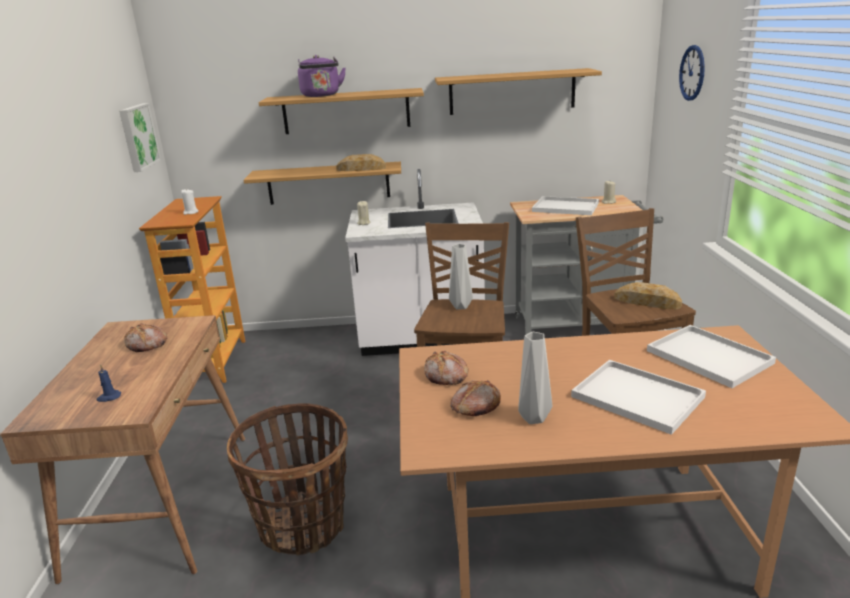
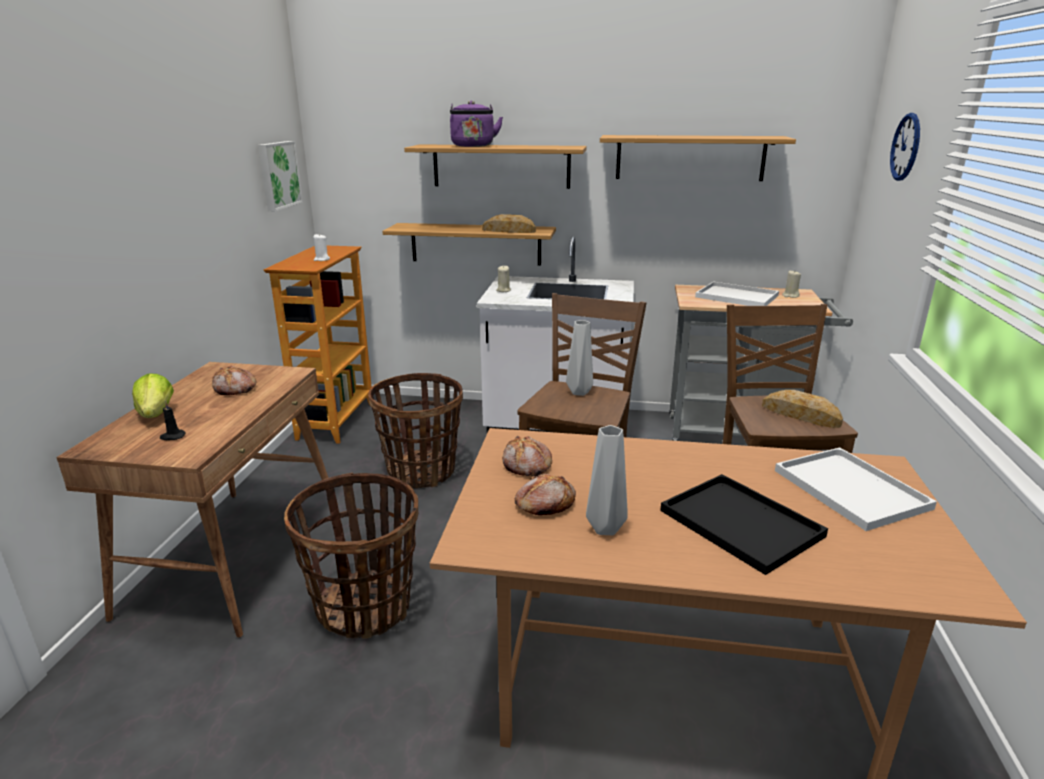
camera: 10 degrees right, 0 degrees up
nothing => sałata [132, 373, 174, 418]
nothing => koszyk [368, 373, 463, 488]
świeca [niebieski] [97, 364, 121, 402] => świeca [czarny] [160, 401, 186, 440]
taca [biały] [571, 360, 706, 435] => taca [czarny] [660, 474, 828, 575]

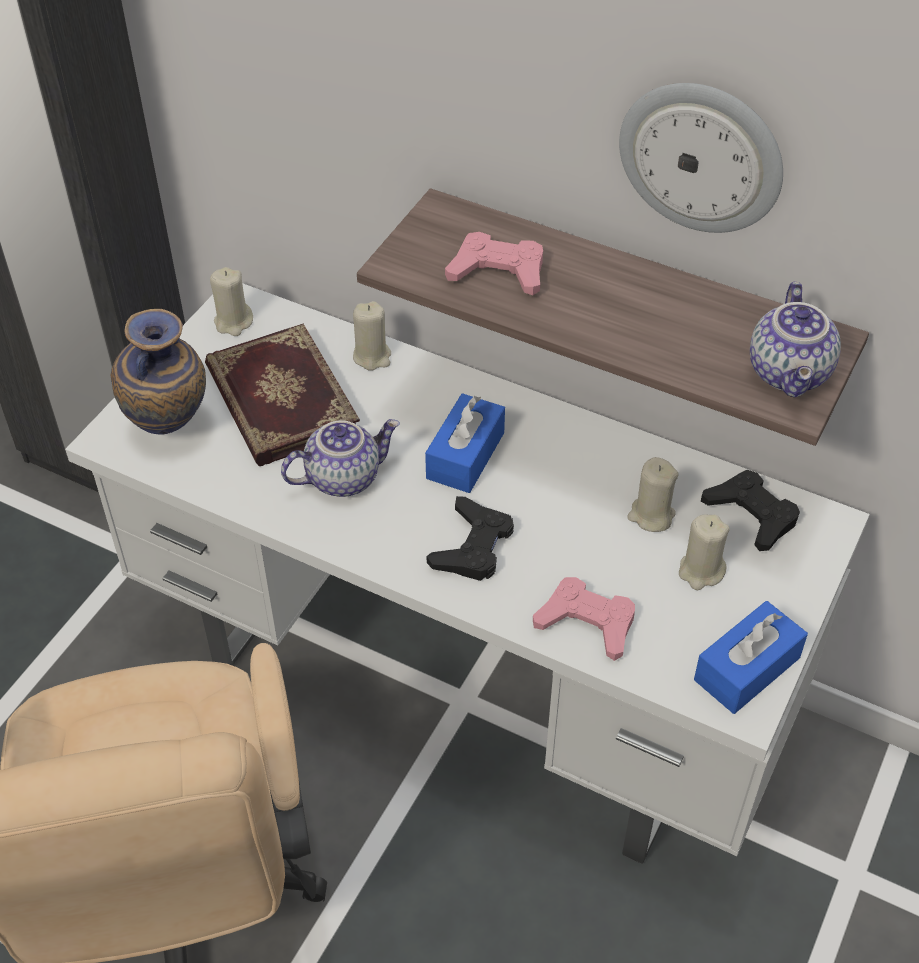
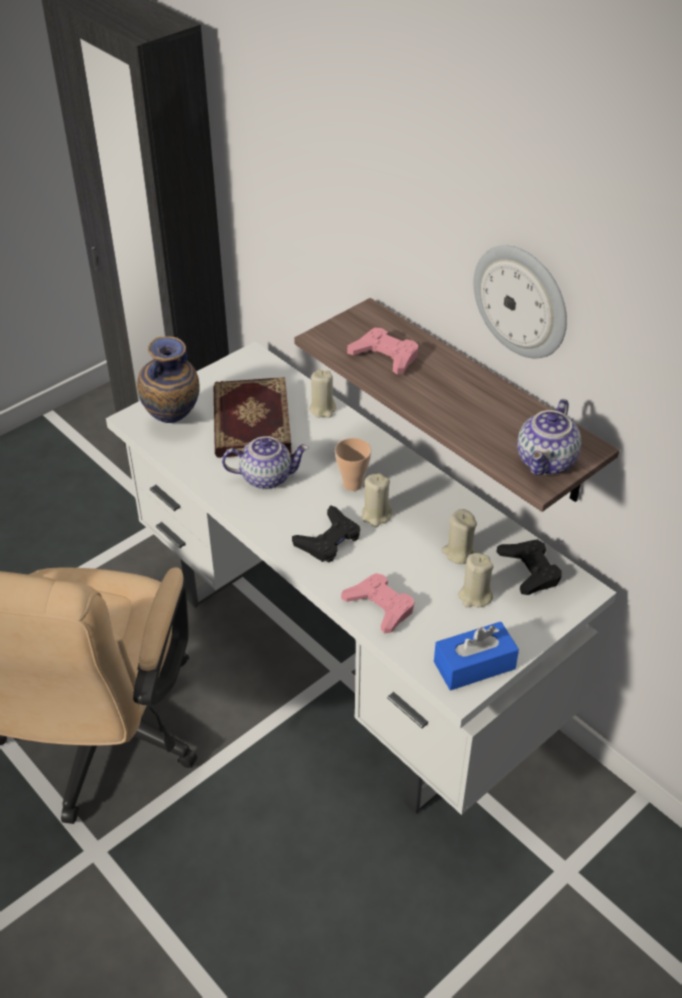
camera: 20 degrees right, 5 degrees down
świeca [beżowy] [210, 267, 253, 336] => świeca [beżowy] [362, 473, 393, 527], shifted
pudełko chusteczek [niebieski] [425, 393, 505, 493] => filiżanka [335, 438, 371, 491]

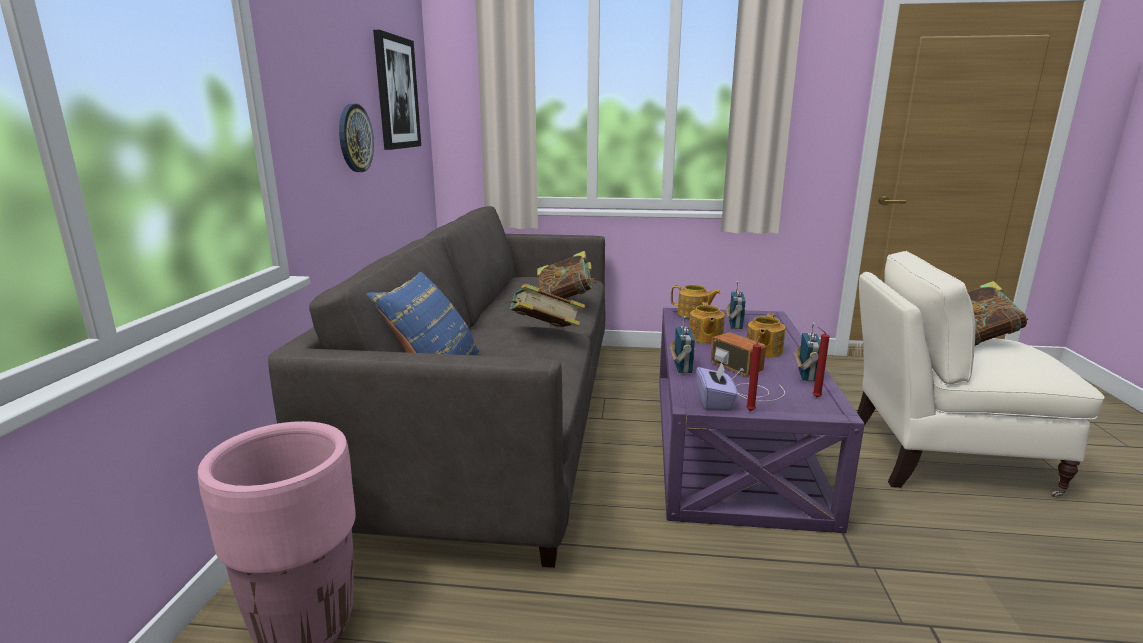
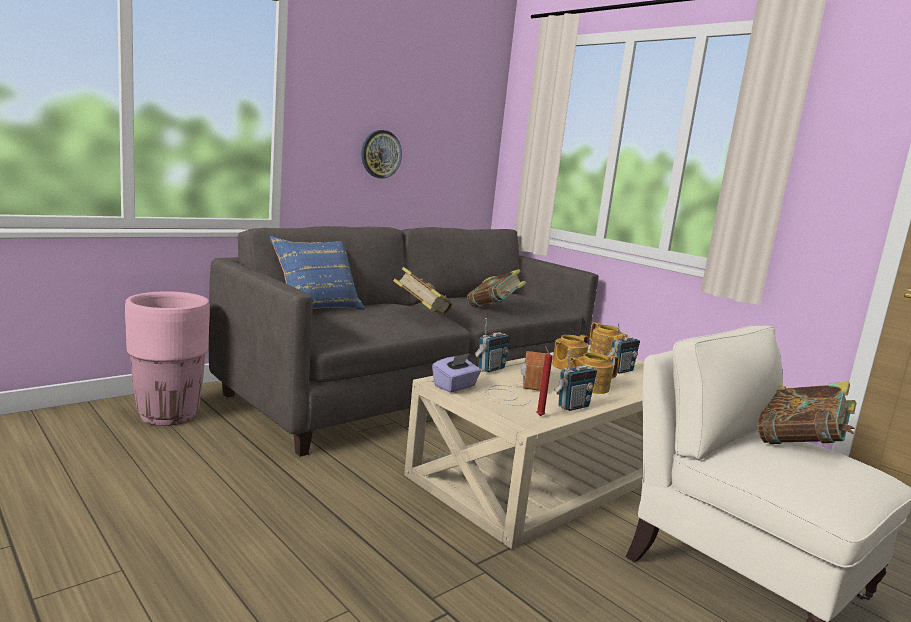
camera: 40 degrees right, 5 degrees down
obraz [373, 30, 421, 150] => nothing
świeca [czerwony] [746, 336, 761, 411] => nothing
ława [fioletowy] [659, 308, 865, 533] => ława [beżowy] [404, 345, 644, 549]

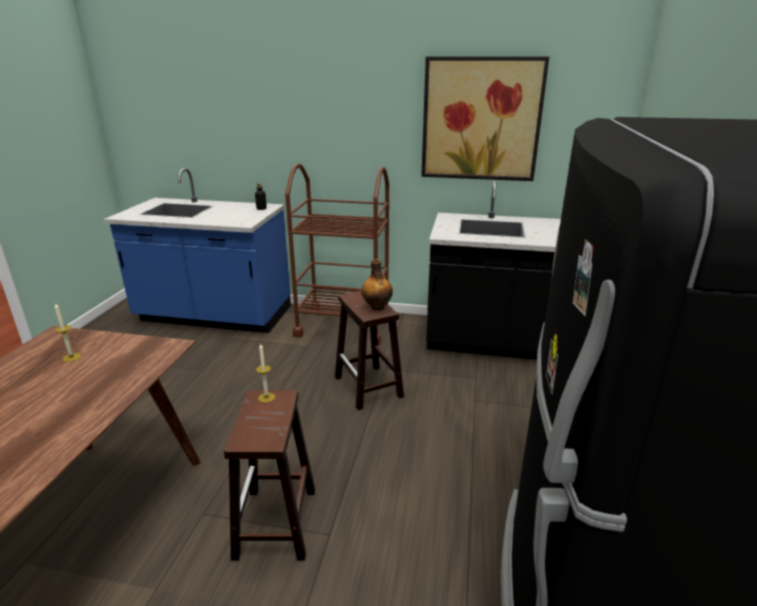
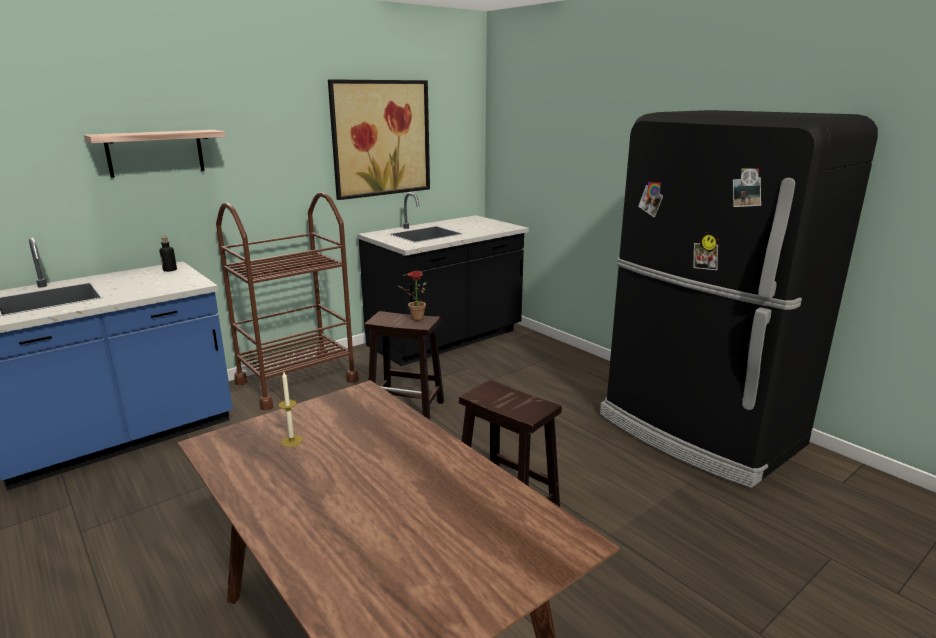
camera: 50 degrees left, 5 degrees down
świeca [256, 343, 275, 403] => nothing
nothing => półka [84, 130, 226, 178]
butelka [361, 259, 393, 310] => roślina doniczkowa [399, 271, 426, 321]

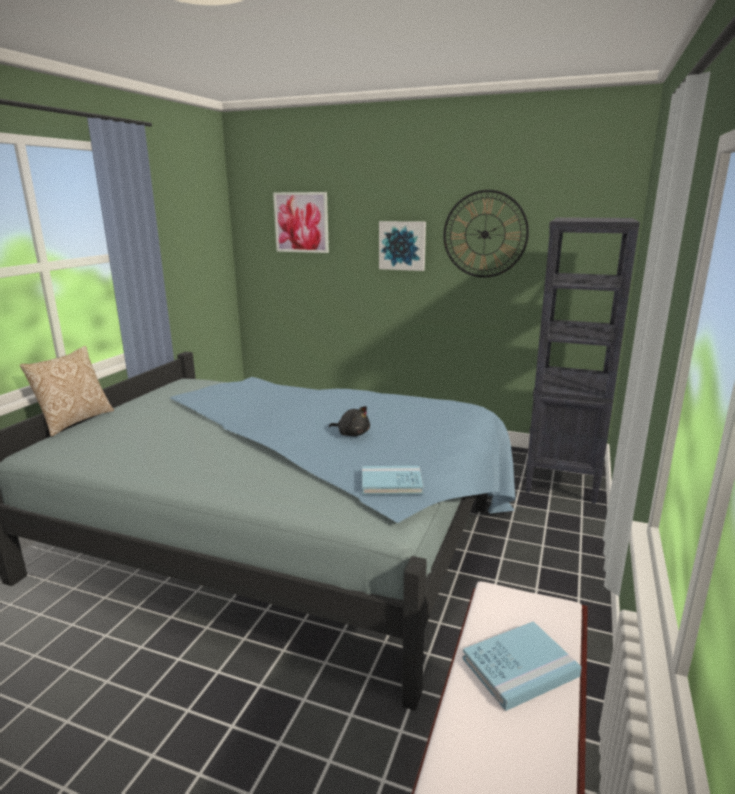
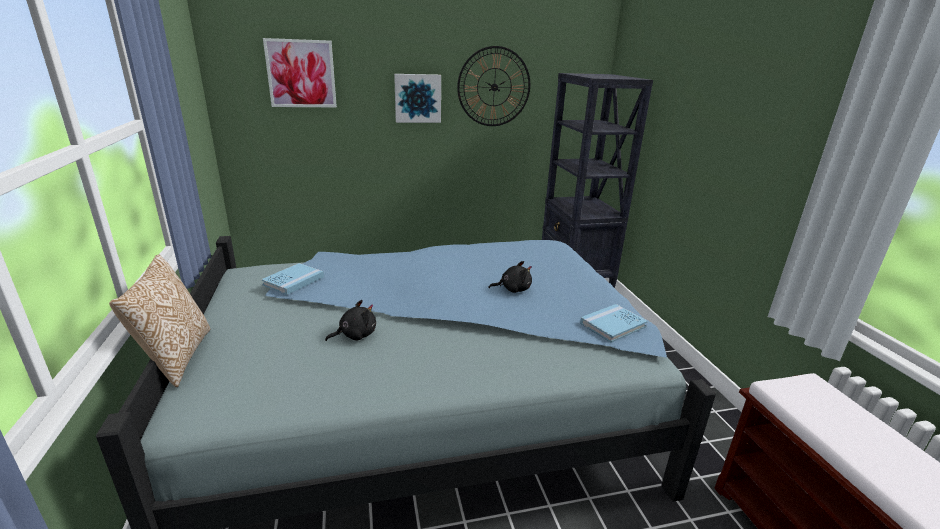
camera: 35 degrees left, 5 degrees up
nothing => pluszak [czarny] [325, 300, 376, 341]
książka [niebieski] [462, 621, 582, 711] => książka [niebieski] [261, 263, 324, 295], shifted

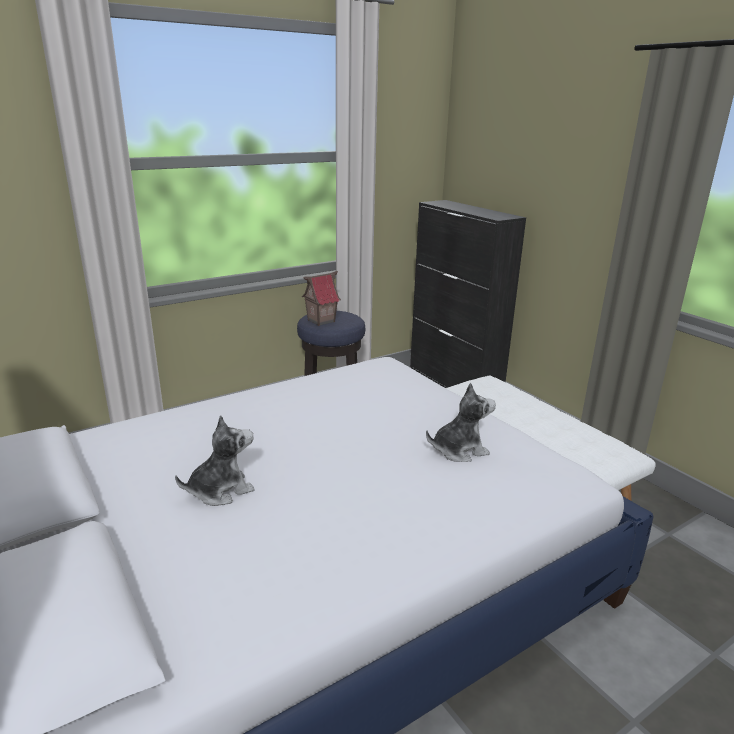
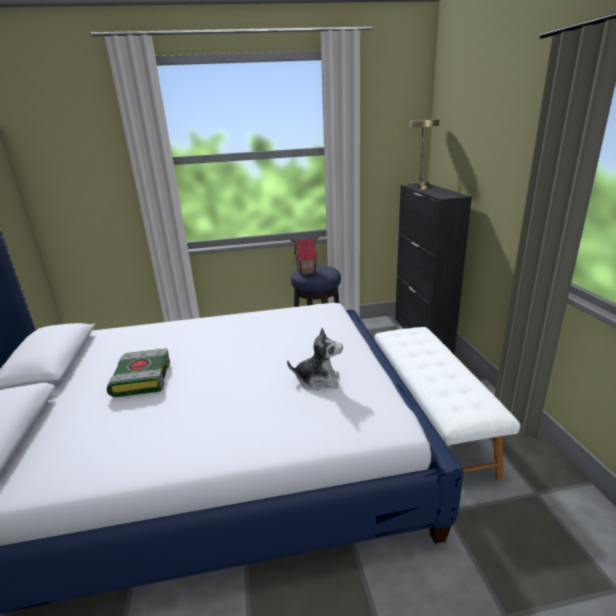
camera: 25 degrees right, 0 degrees up
nothing => lampa stołowa [beżowy] [409, 119, 439, 190]
pluszak [175, 415, 255, 506] => książka [107, 348, 170, 397]

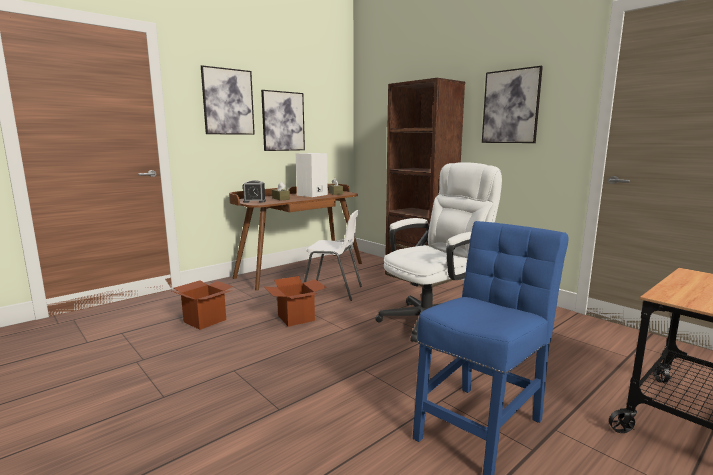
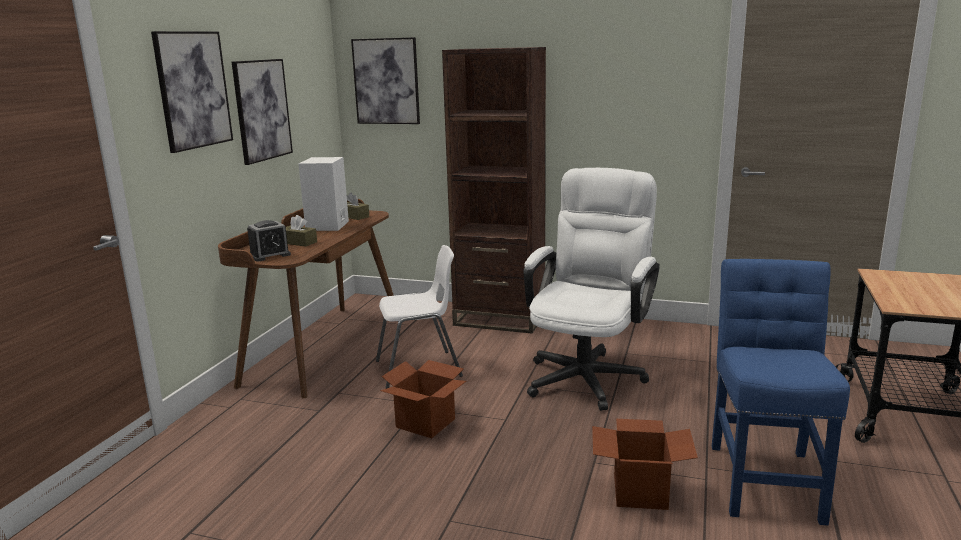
camera: 30 degrees left, 5 degrees up
karton [172, 281, 233, 330] => karton [592, 419, 698, 510], shifted
obraz [482, 66, 543, 143] => obraz [351, 37, 420, 124], shifted

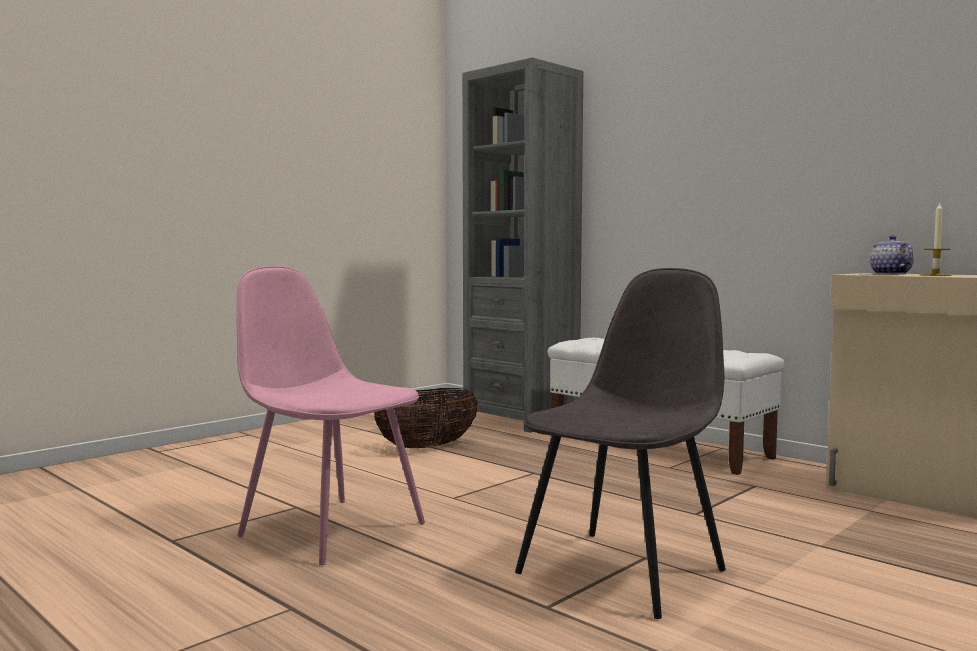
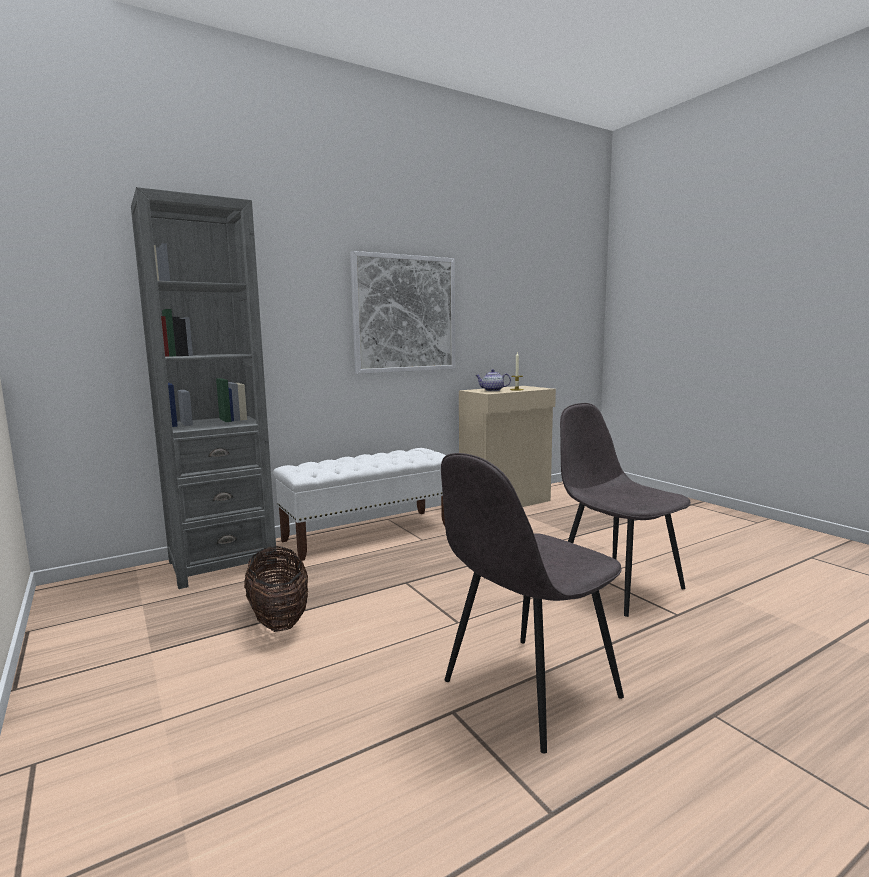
camera: 75 degrees left, 5 degrees up
nothing => obraz [350, 251, 455, 374]
krzesło [różowy] [236, 266, 425, 565] => krzesło [szary] [441, 453, 624, 753]

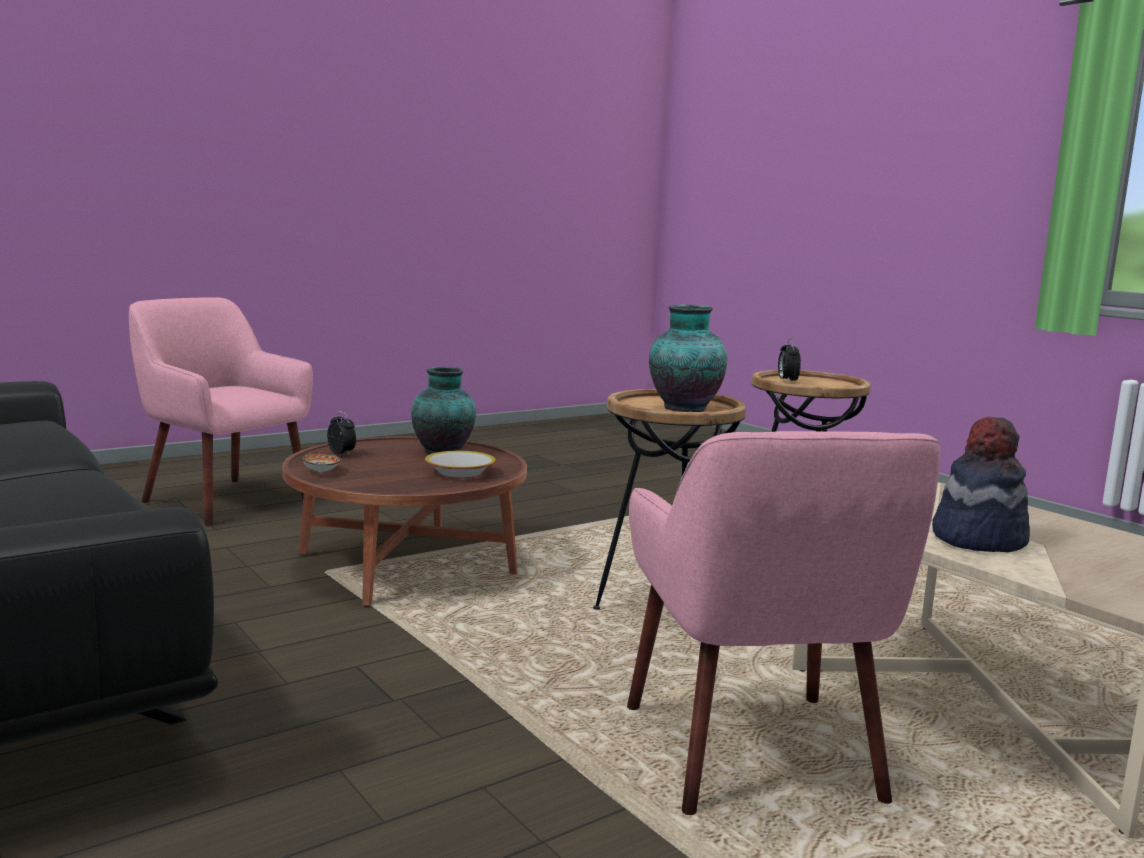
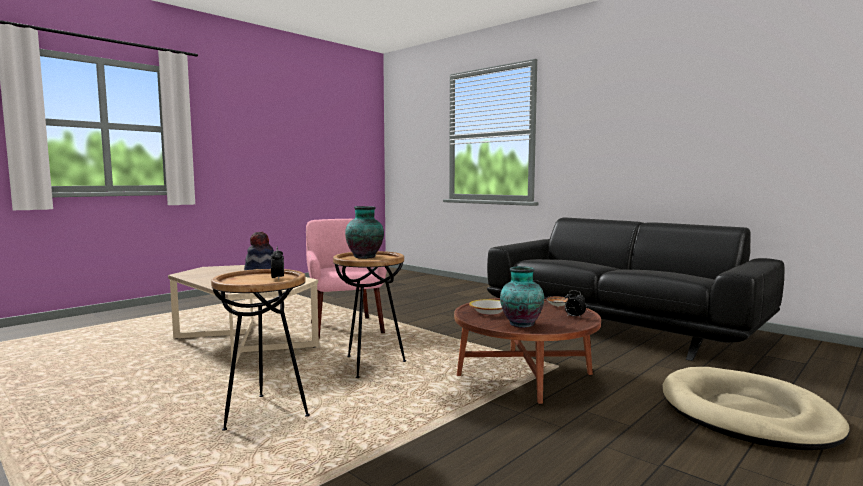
camera: 170 degrees right, 5 degrees down
fotel [różowy] [129, 297, 313, 526] => legowisko [beżowy] [663, 367, 850, 450]

